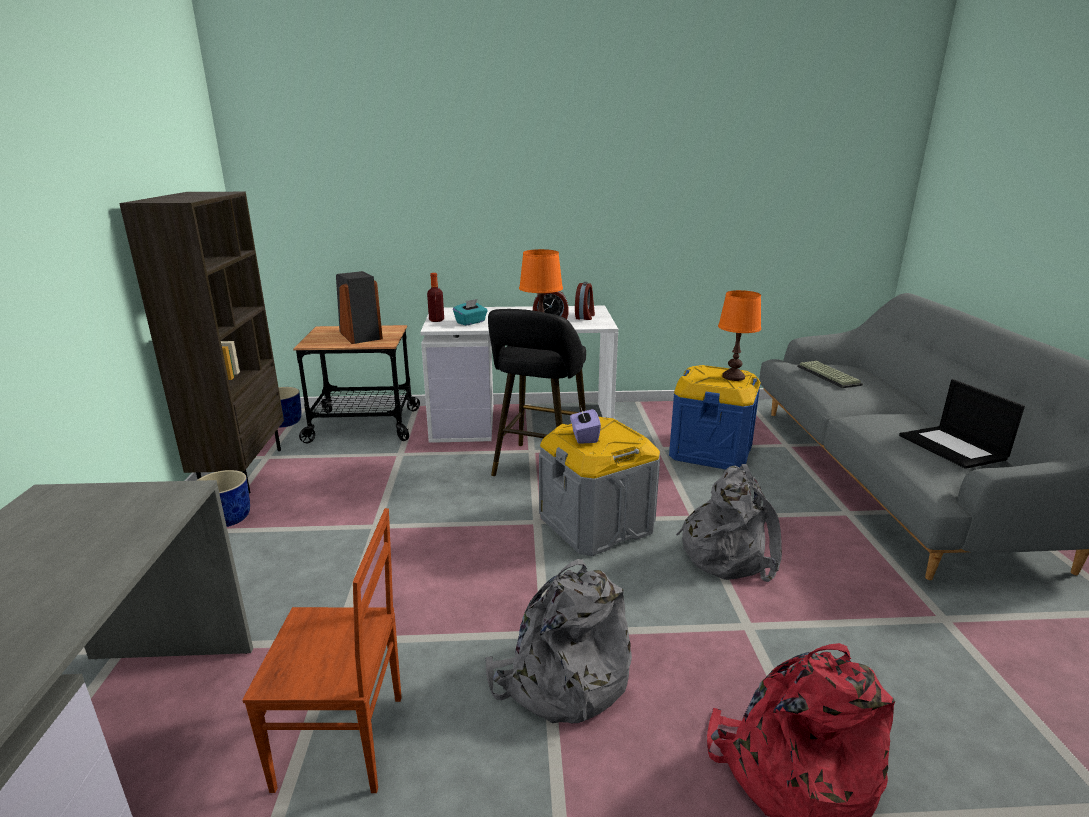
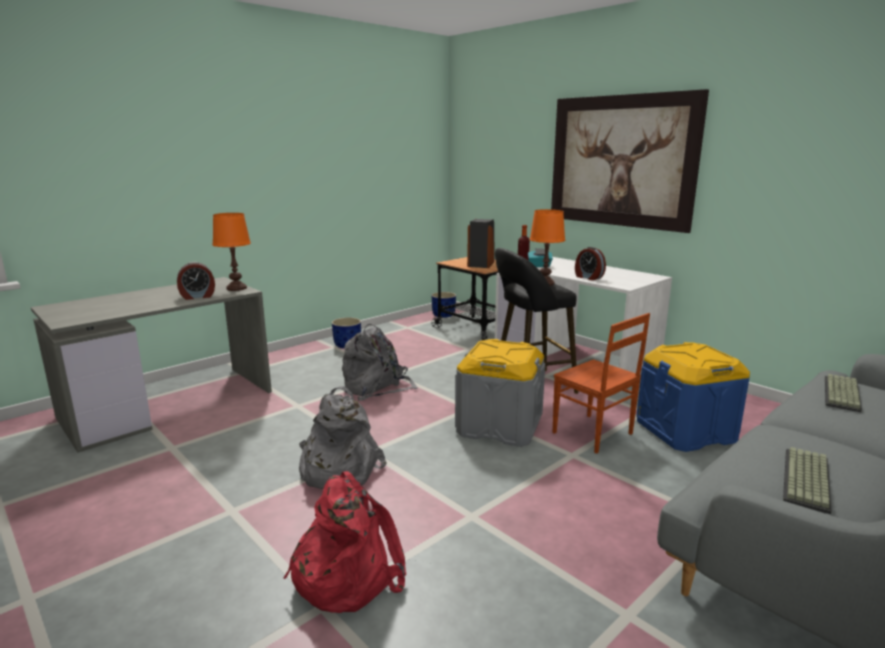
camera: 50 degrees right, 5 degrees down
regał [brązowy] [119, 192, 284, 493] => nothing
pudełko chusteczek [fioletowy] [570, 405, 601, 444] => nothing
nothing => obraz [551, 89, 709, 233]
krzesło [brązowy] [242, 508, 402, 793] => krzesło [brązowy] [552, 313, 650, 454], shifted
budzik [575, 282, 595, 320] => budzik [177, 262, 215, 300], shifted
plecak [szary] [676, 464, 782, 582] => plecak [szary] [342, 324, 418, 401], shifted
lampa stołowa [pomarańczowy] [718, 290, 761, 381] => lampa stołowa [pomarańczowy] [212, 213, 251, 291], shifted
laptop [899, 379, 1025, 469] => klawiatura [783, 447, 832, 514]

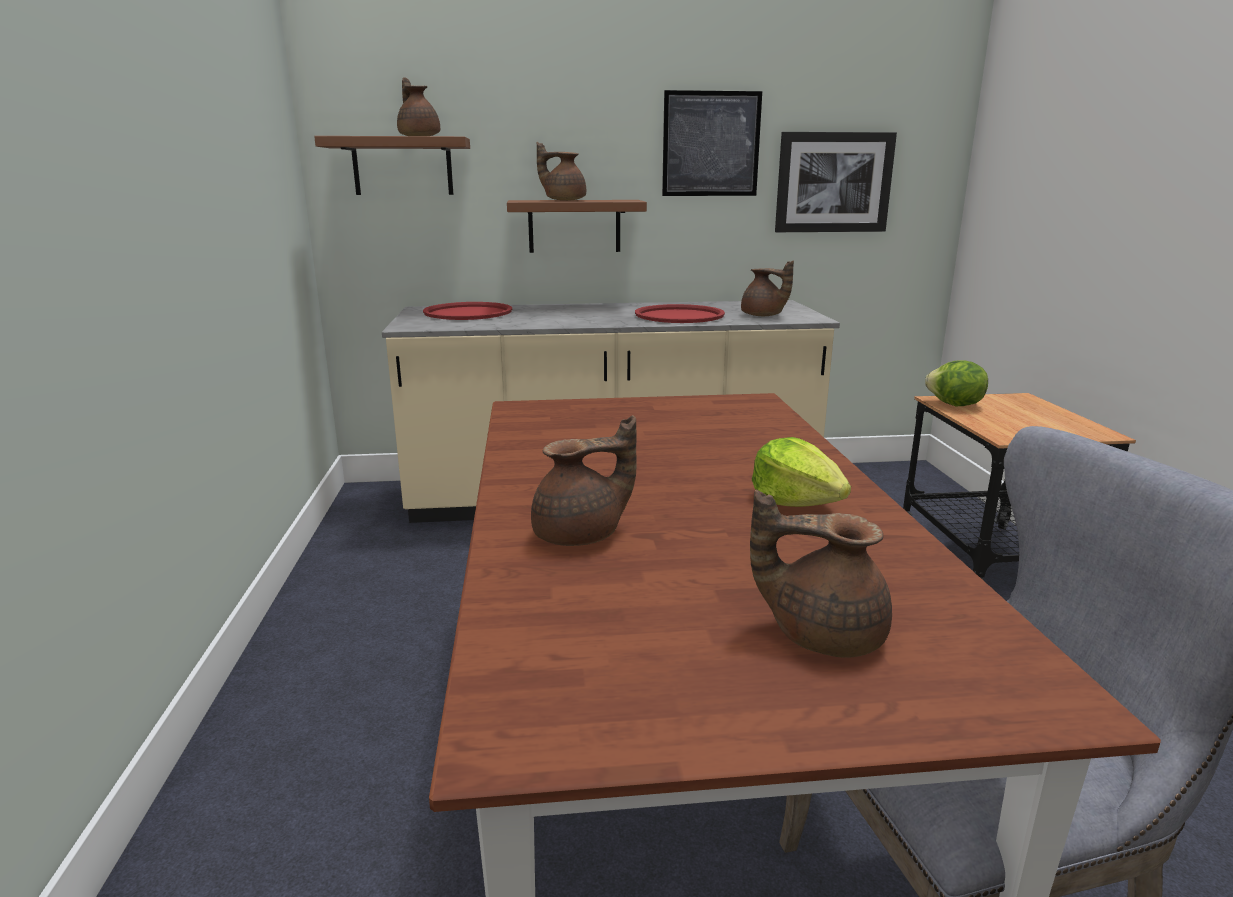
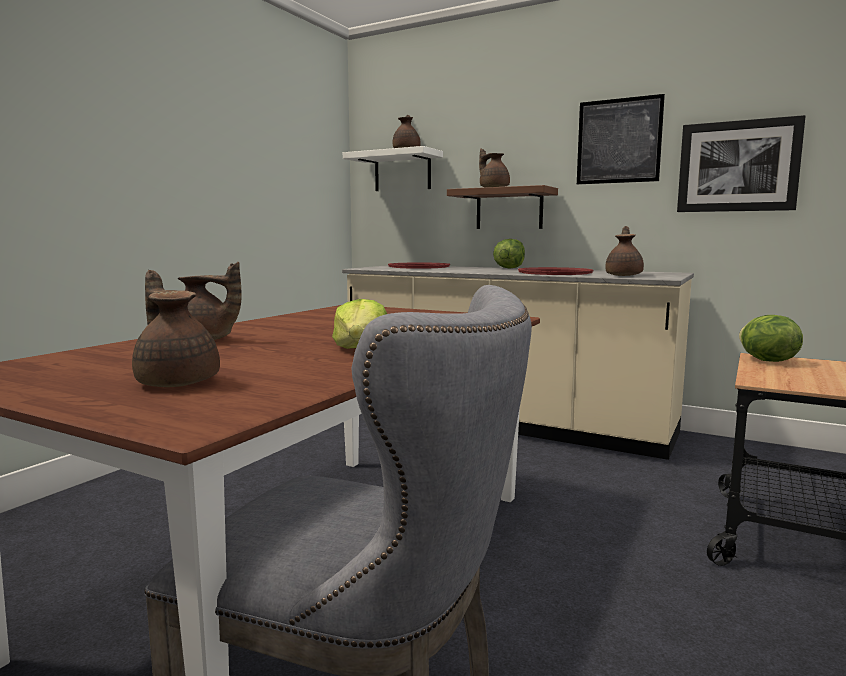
camera: 35 degrees right, 10 degrees down
nothing => sałata [493, 239, 525, 269]
półka [brązowy] [314, 136, 470, 195] => półka [biały] [343, 146, 443, 191]
imbryk [brązowy] [741, 261, 794, 316] => imbryk [brązowy] [605, 226, 644, 276], 150 degrees counterclockwise

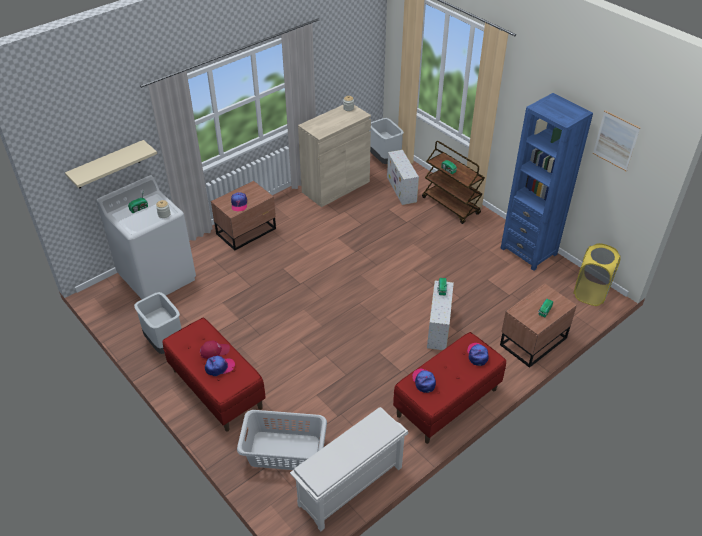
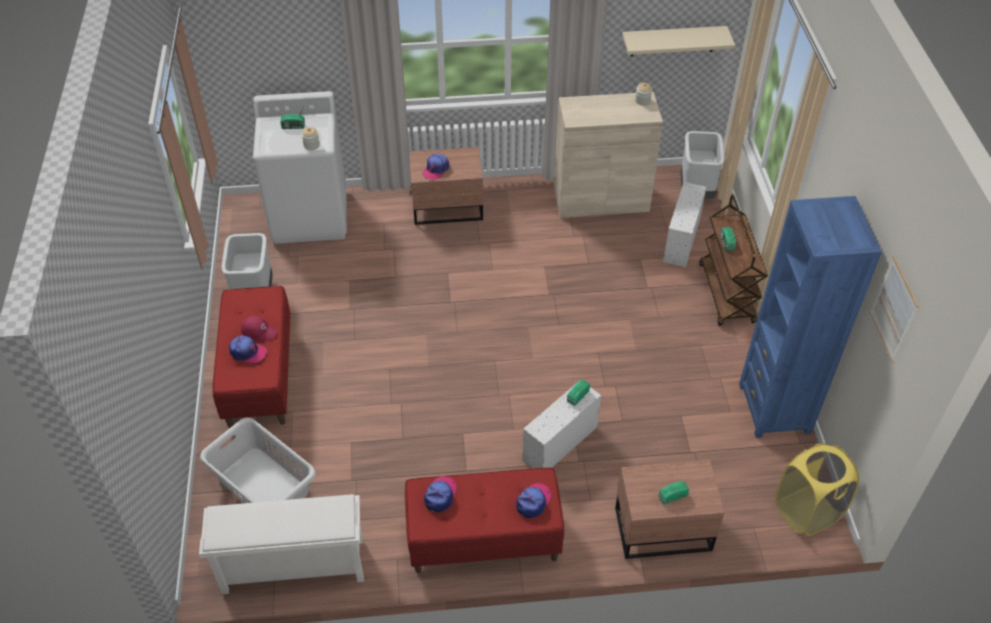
camera: 35 degrees right, 5 degrees up
półka [beżowy] [65, 140, 157, 188] => półka [beżowy] [622, 26, 735, 56], shifted

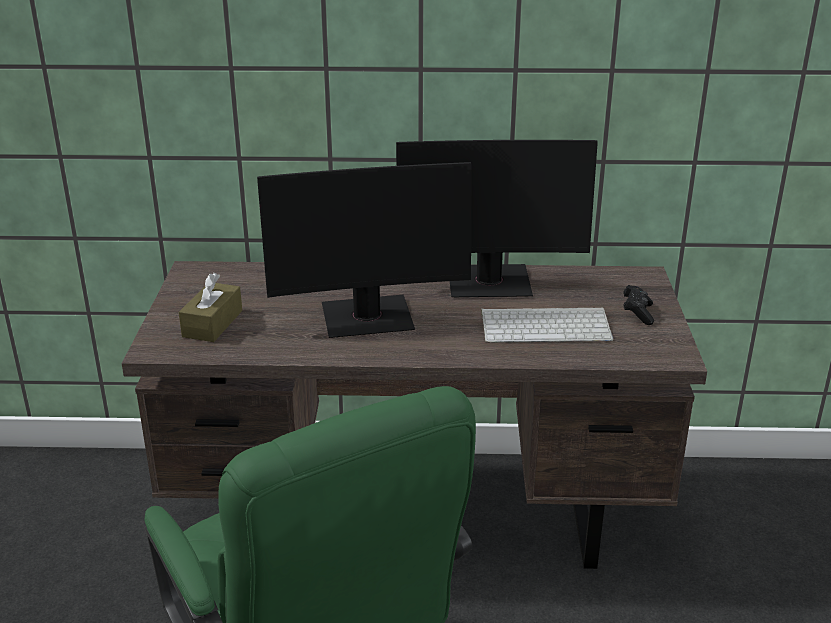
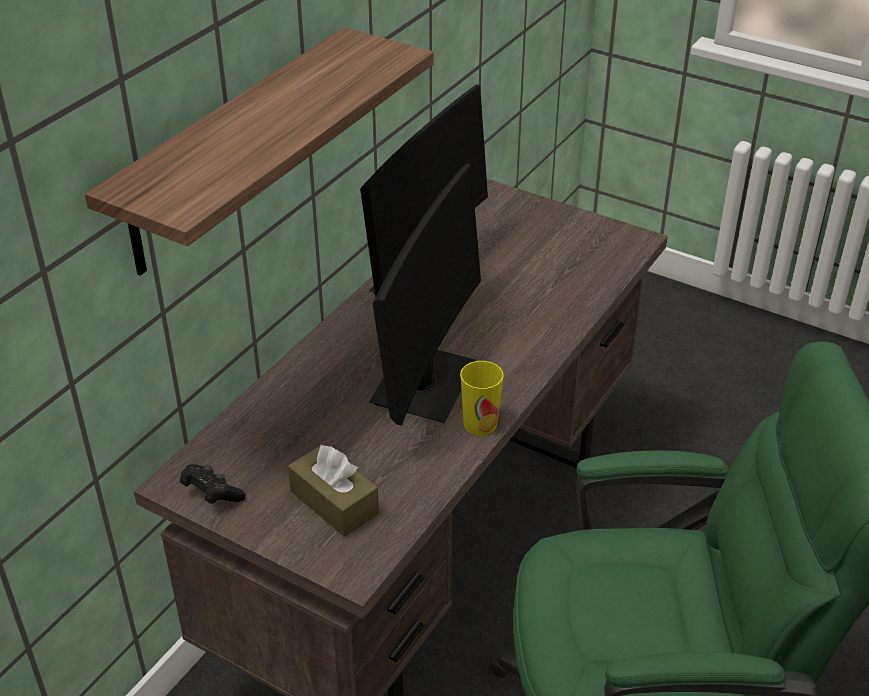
camera: 60 degrees left, 10 degrees up
klawiatura [481, 308, 613, 343] => nothing
nothing => półka [85, 27, 434, 276]
nothing => filiżanka [460, 361, 504, 435]
pad do gier [czarny] [623, 285, 654, 325] => pad do gier [czarny] [180, 464, 246, 504], shifted

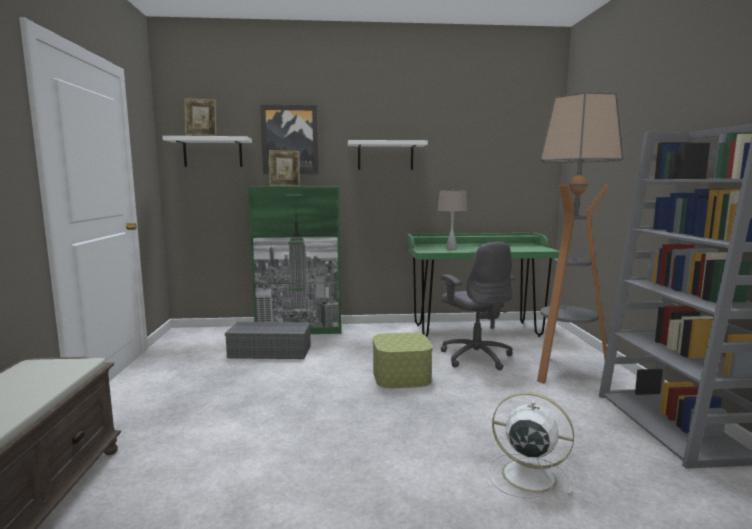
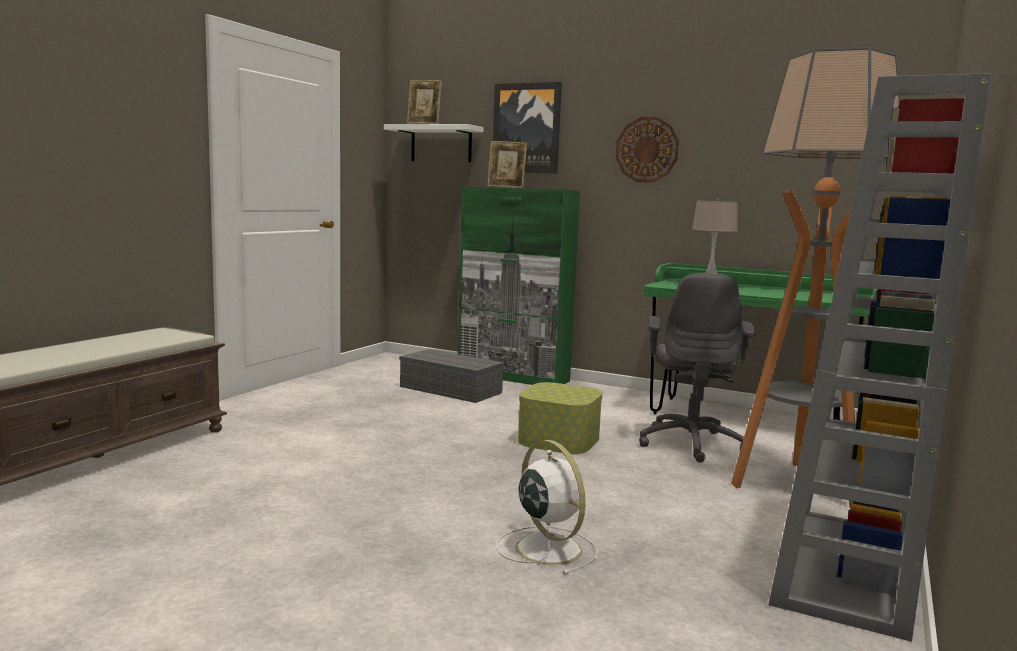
camera: 30 degrees right, 0 degrees up
półka [biały] [348, 140, 428, 170] => zegar ścienny [616, 117, 679, 183]

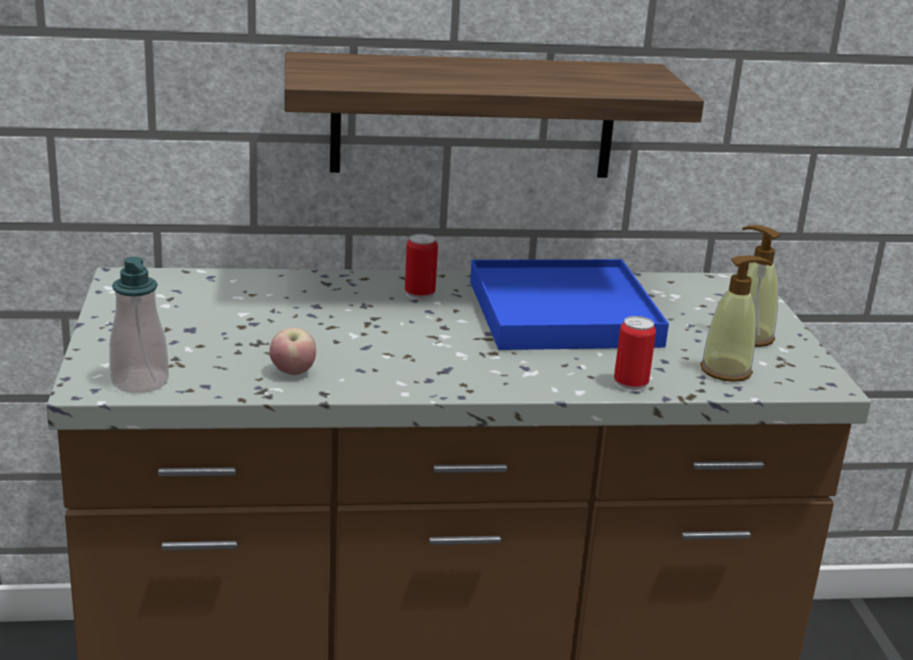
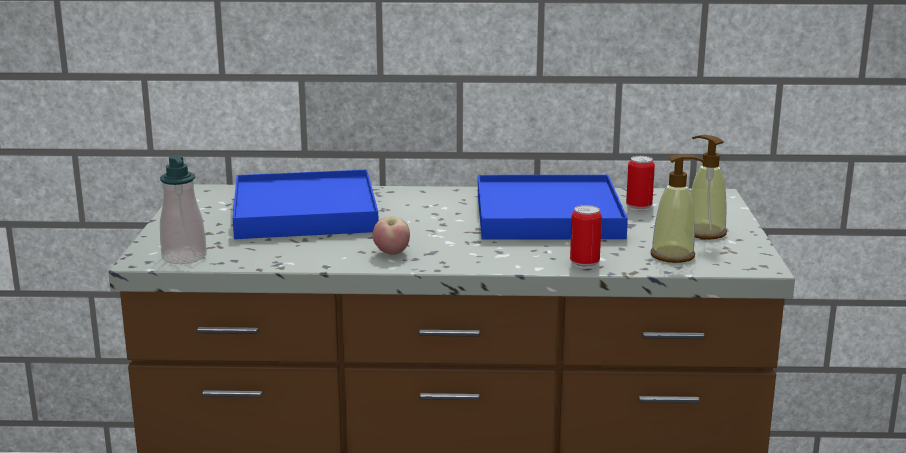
camera: 10 degrees right, 5 degrees down
półka [284, 52, 704, 178] => nothing
nothing => taca [niebieski] [233, 170, 378, 239]
jabłko [269, 328, 316, 375] => jabłko [372, 216, 410, 255], shifted
puszka [405, 234, 438, 300] => puszka [626, 156, 655, 211], shifted

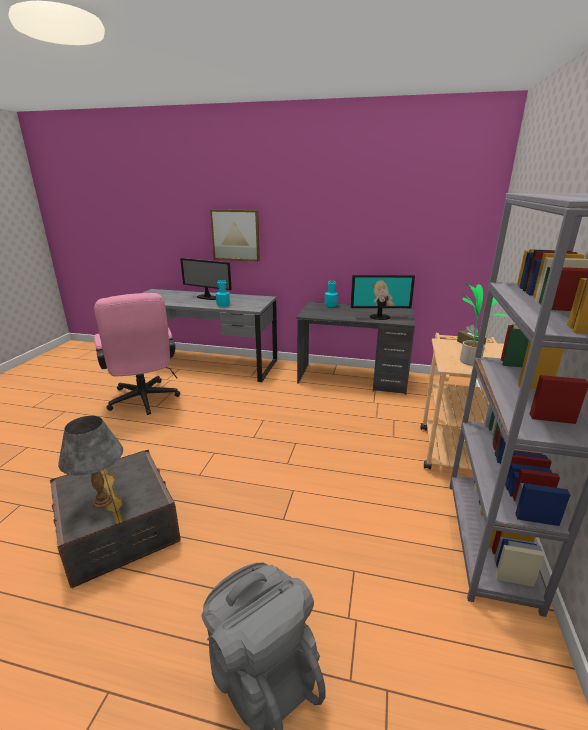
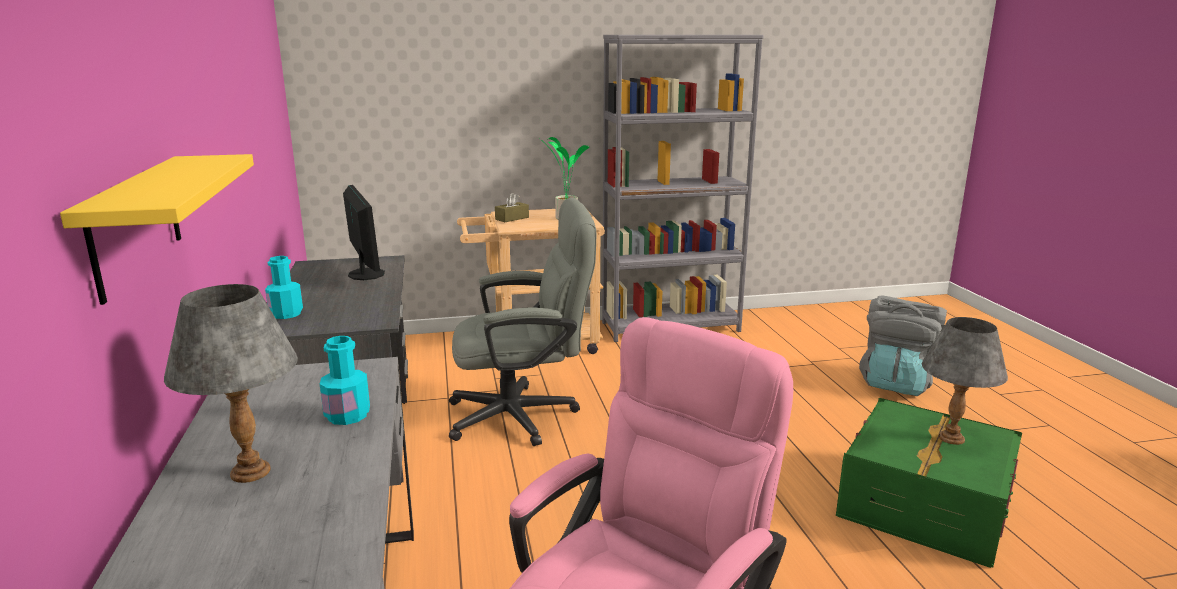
camera: 115 degrees left, 5 degrees down
nothing => krzesło biurowe [szary] [449, 198, 596, 446]
monitor [180, 258, 232, 300] => lampa stołowa [szary] [164, 284, 298, 483]
obraz [210, 209, 260, 262] => półka [żółty] [60, 154, 254, 305]
pojemnik do przechowywania [szary] [50, 450, 181, 588] => pojemnik do przechowywania [zielony] [836, 398, 1022, 568]

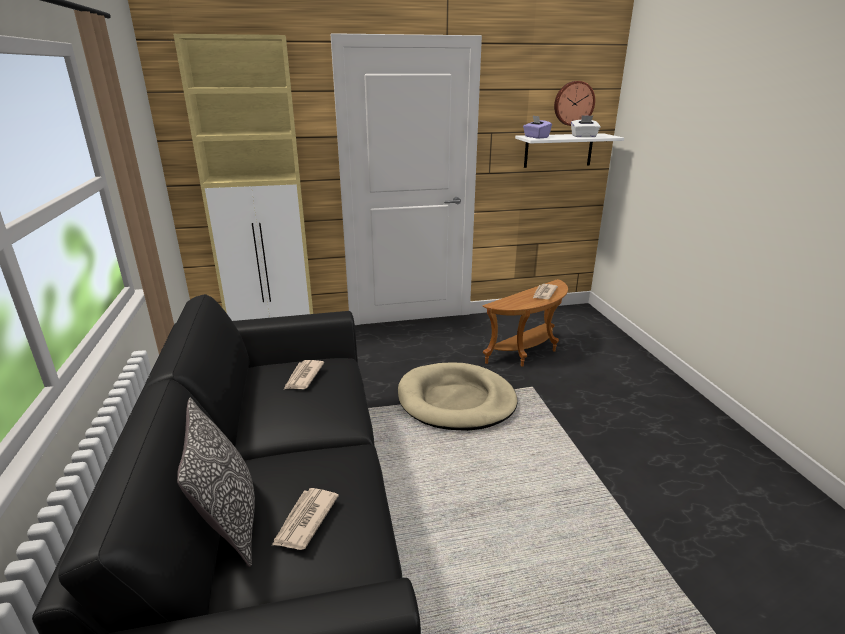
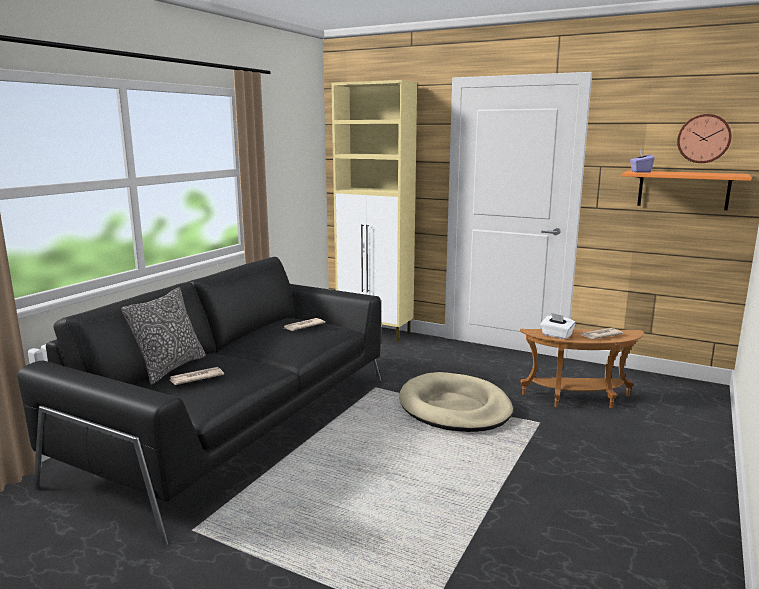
camera: 40 degrees right, 10 degrees down
pudełko chusteczek [biały] [571, 115, 601, 137] => pudełko chusteczek [biały] [540, 313, 576, 339], shifted
półka [biały] [515, 133, 624, 168] => półka [pomarańczowy] [622, 171, 752, 210]

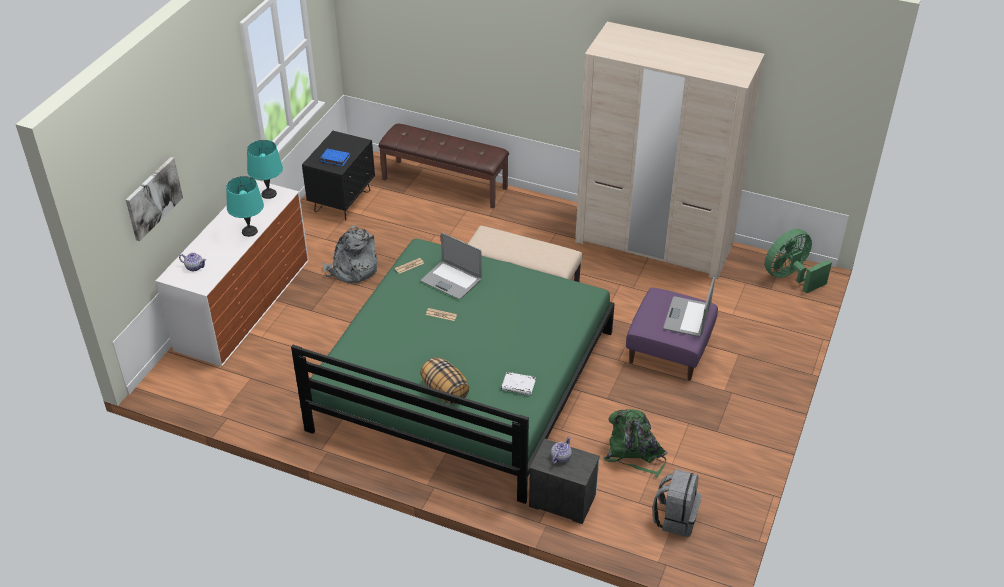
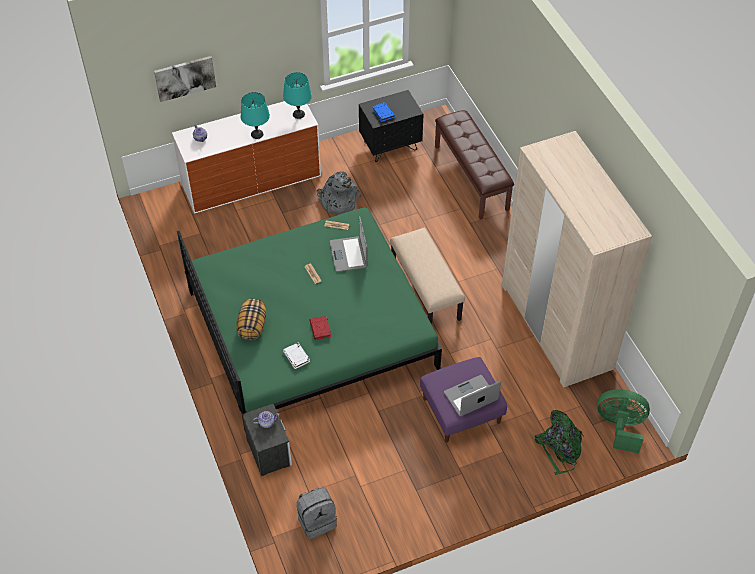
camera: 45 degrees right, 10 degrees up
nothing => książka [czerwony] [309, 316, 331, 340]
plecak [zielony] [604, 409, 667, 478] => plecak [zielony] [535, 410, 584, 475], shifted

